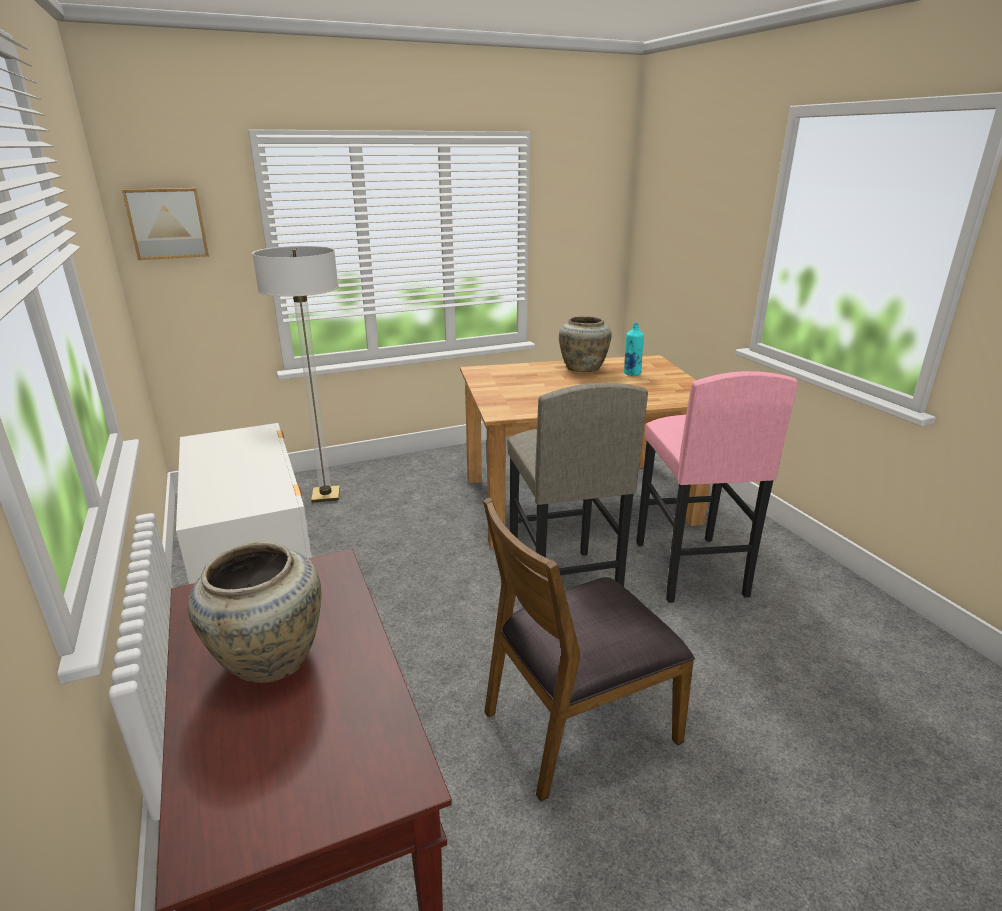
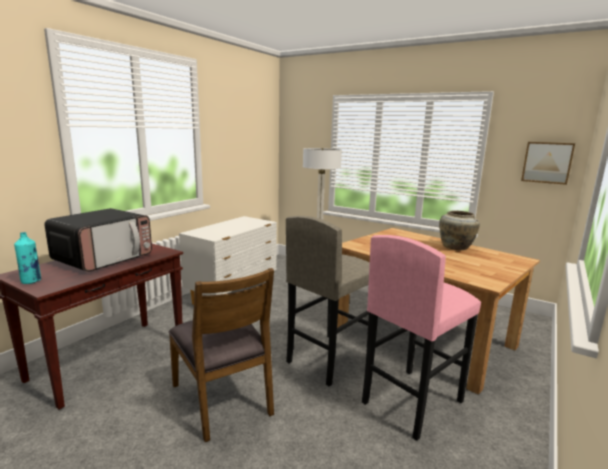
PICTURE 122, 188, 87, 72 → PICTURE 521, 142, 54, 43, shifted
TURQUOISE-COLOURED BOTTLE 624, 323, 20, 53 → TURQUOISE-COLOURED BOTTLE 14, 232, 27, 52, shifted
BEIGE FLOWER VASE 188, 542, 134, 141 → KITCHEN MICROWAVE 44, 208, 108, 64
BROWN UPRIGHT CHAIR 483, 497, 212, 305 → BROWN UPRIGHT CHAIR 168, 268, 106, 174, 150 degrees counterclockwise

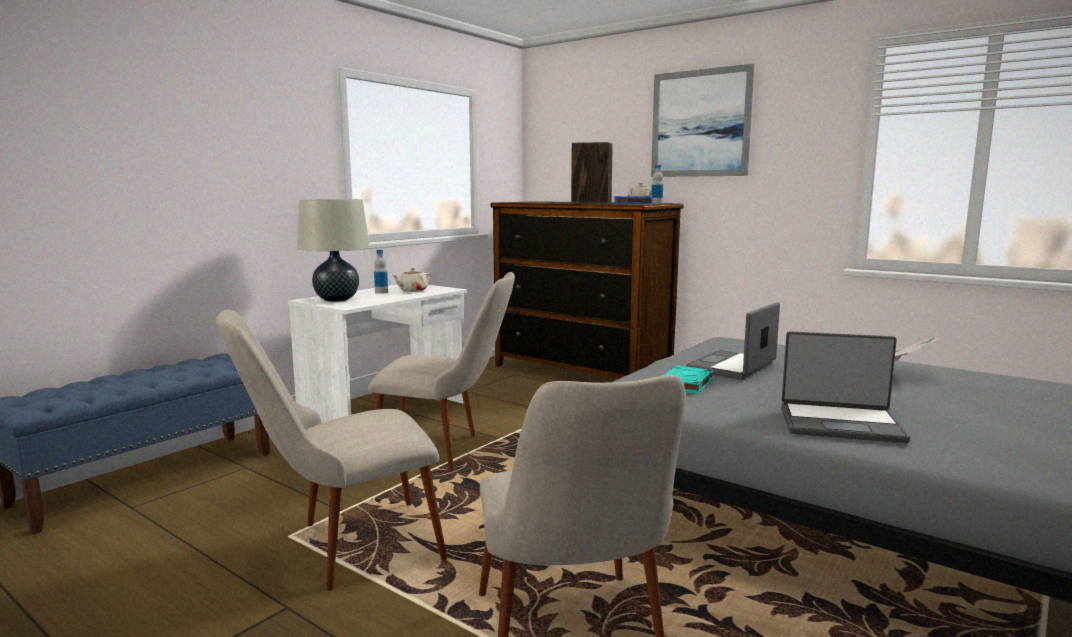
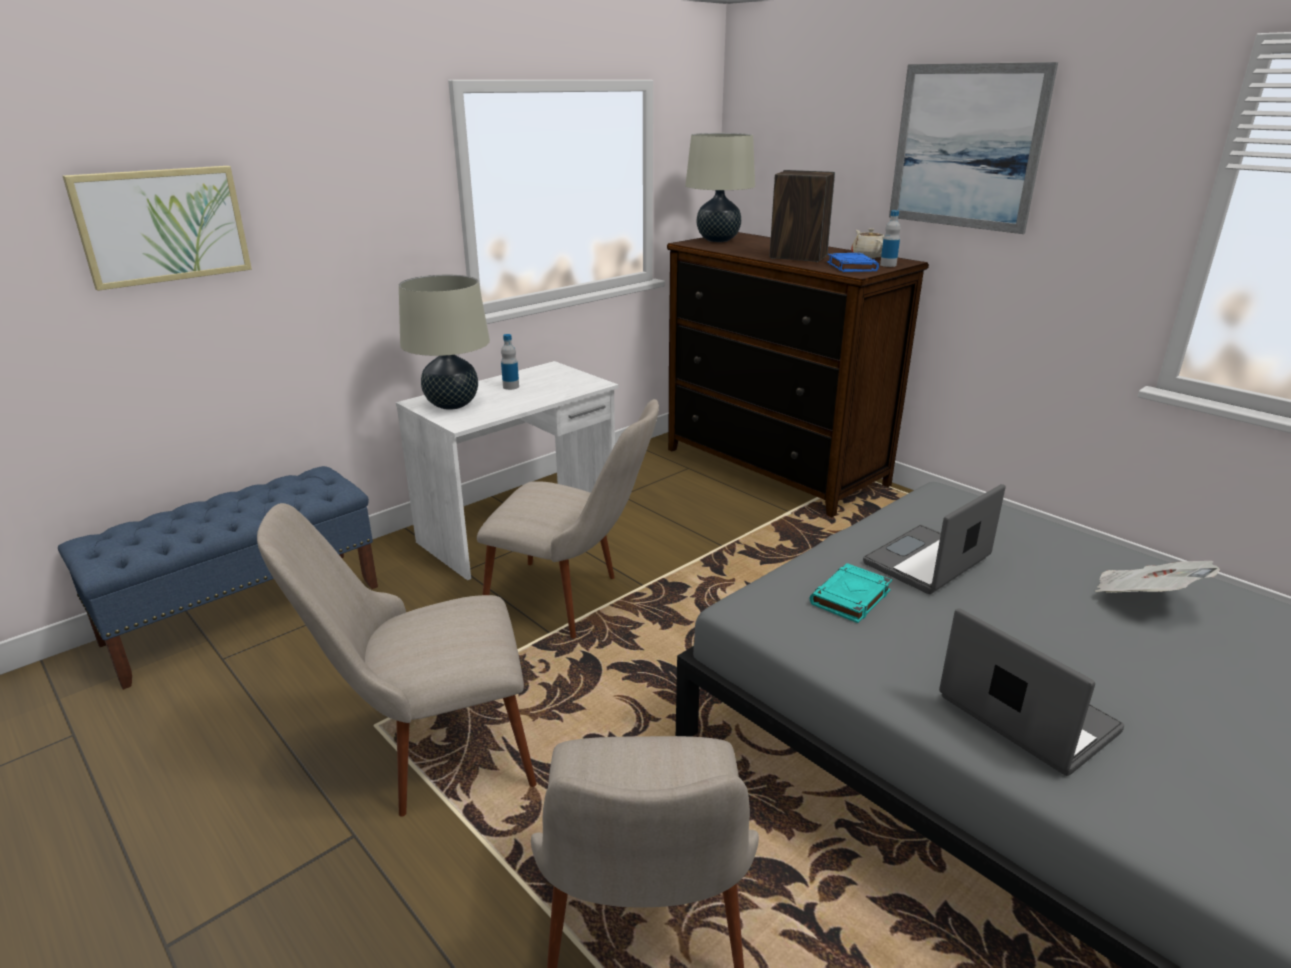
BEIGE TEA POT 392, 268, 39, 24 → -
- → PICTURE 63, 166, 189, 125
- → BEIGE LAMP FOR A TABLE 685, 133, 70, 109
NOTEBOOK COMPUTER 782, 331, 128, 112 → NOTEBOOK COMPUTER 939, 608, 185, 168, 150 degrees counterclockwise

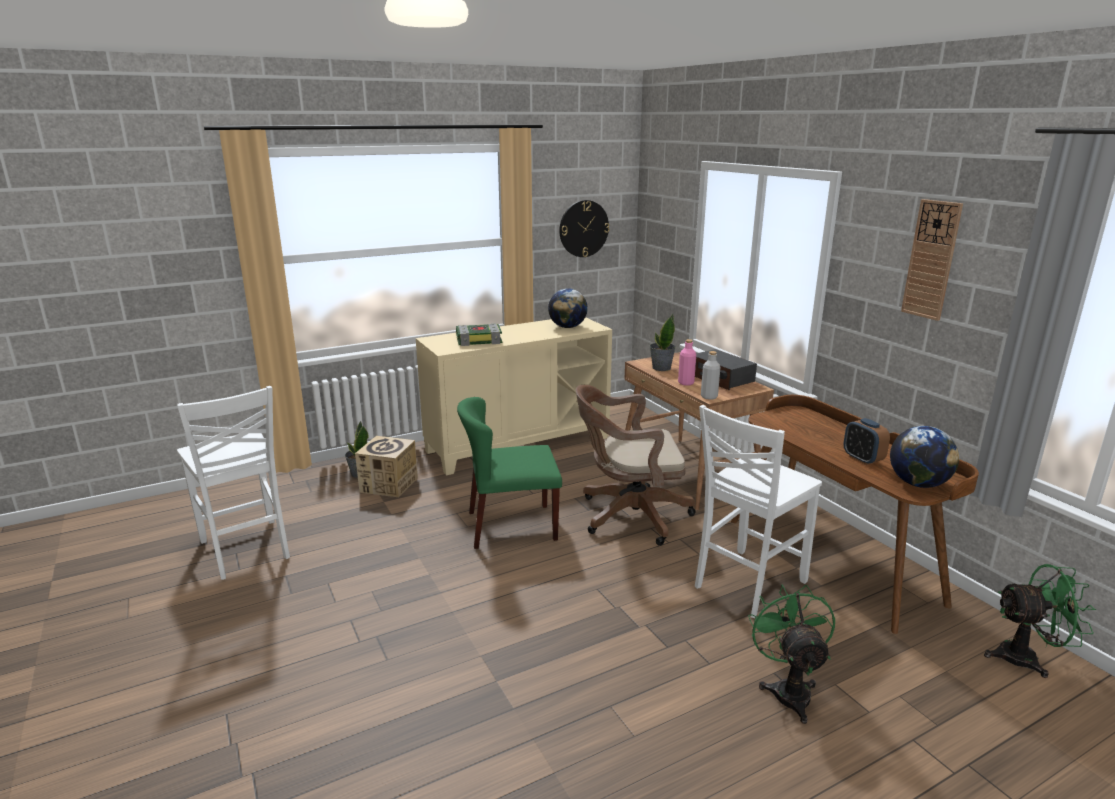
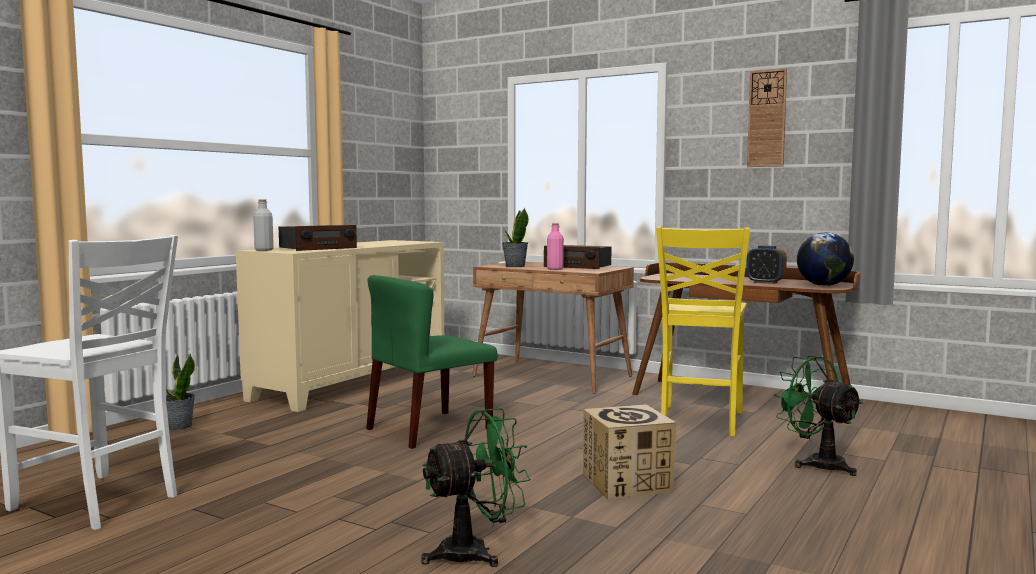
DESK GLOBE 548, 288, 40, 40 → -
HANGING CLOCK 559, 200, 50, 57 → -
BROWN COMPUTER CHAIR 576, 385, 120, 161 → -
CARDBOARD BOX 355, 436, 63, 61 → CARDBOARD BOX 583, 404, 94, 95, shifted
GRAY BOTTLE 701, 351, 19, 49 → GRAY BOTTLE 253, 199, 21, 52, shifted
GREENISH ELECTRIC FAN 984, 564, 112, 114 → GREENISH ELECTRIC FAN 421, 408, 109, 159, shifted
BOOK 456, 324, 46, 22 → RADIO SET 279, 225, 78, 26
WHITE-COLOURED UPRIGHT CHAIR 695, 405, 127, 213 → YELLOW UPRIGHT CHAIR 656, 227, 94, 209

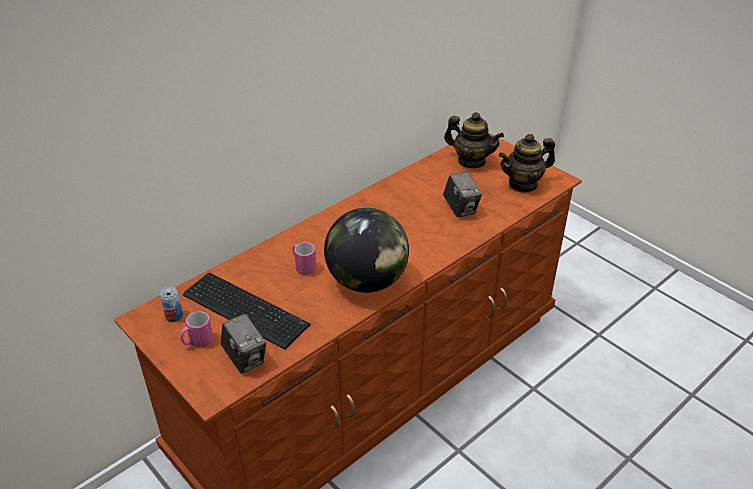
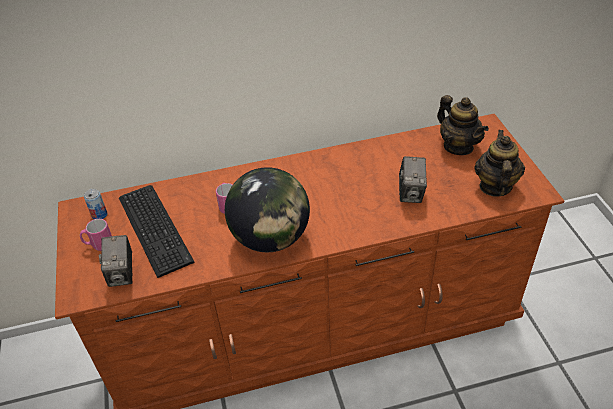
TEA POT 499, 134, 56, 59 → TEA POT 475, 130, 50, 67, 90 degrees clockwise

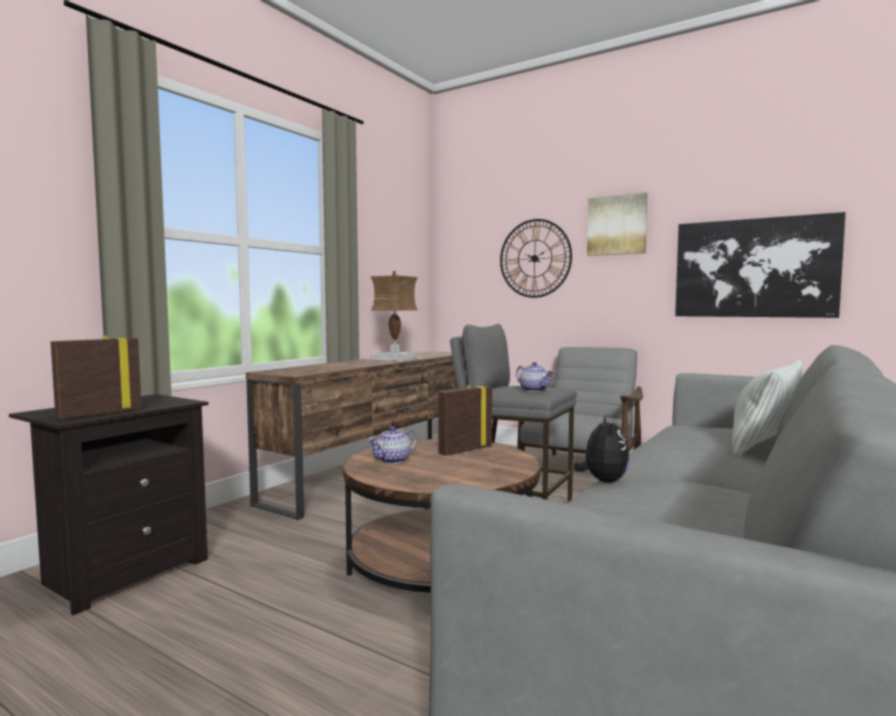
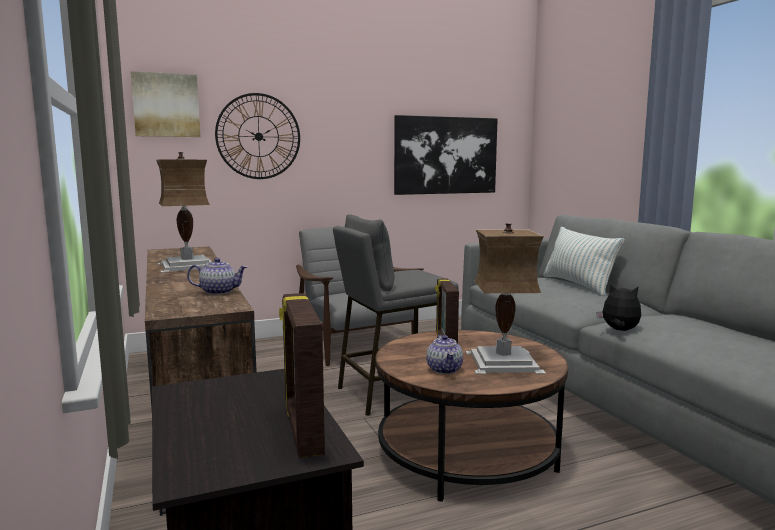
- → LAMP FOR A TABLE 465, 223, 81, 152
TEA POT 516, 362, 38, 30 → TEA POT 187, 258, 60, 37, shifted
PICTURE 587, 192, 60, 64 → PICTURE 131, 71, 69, 66, shifted

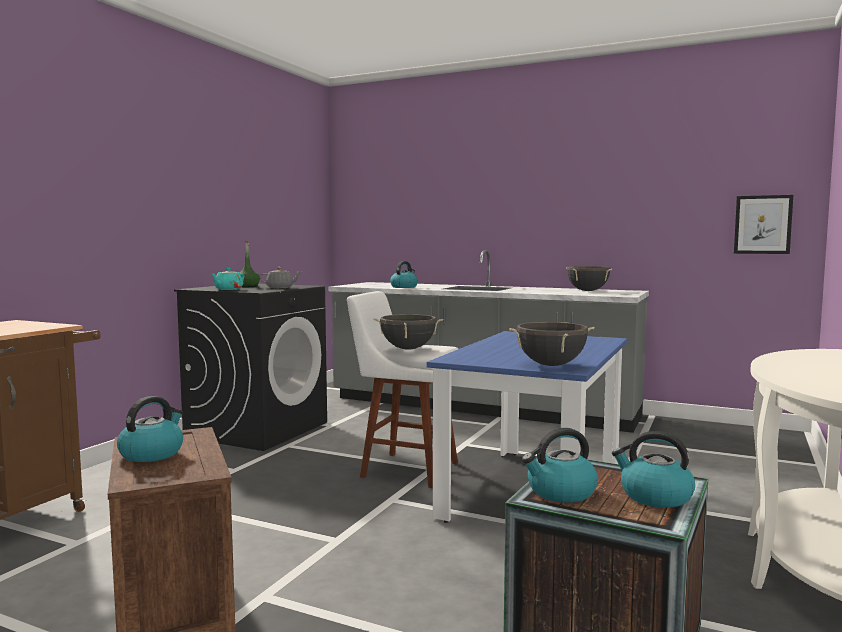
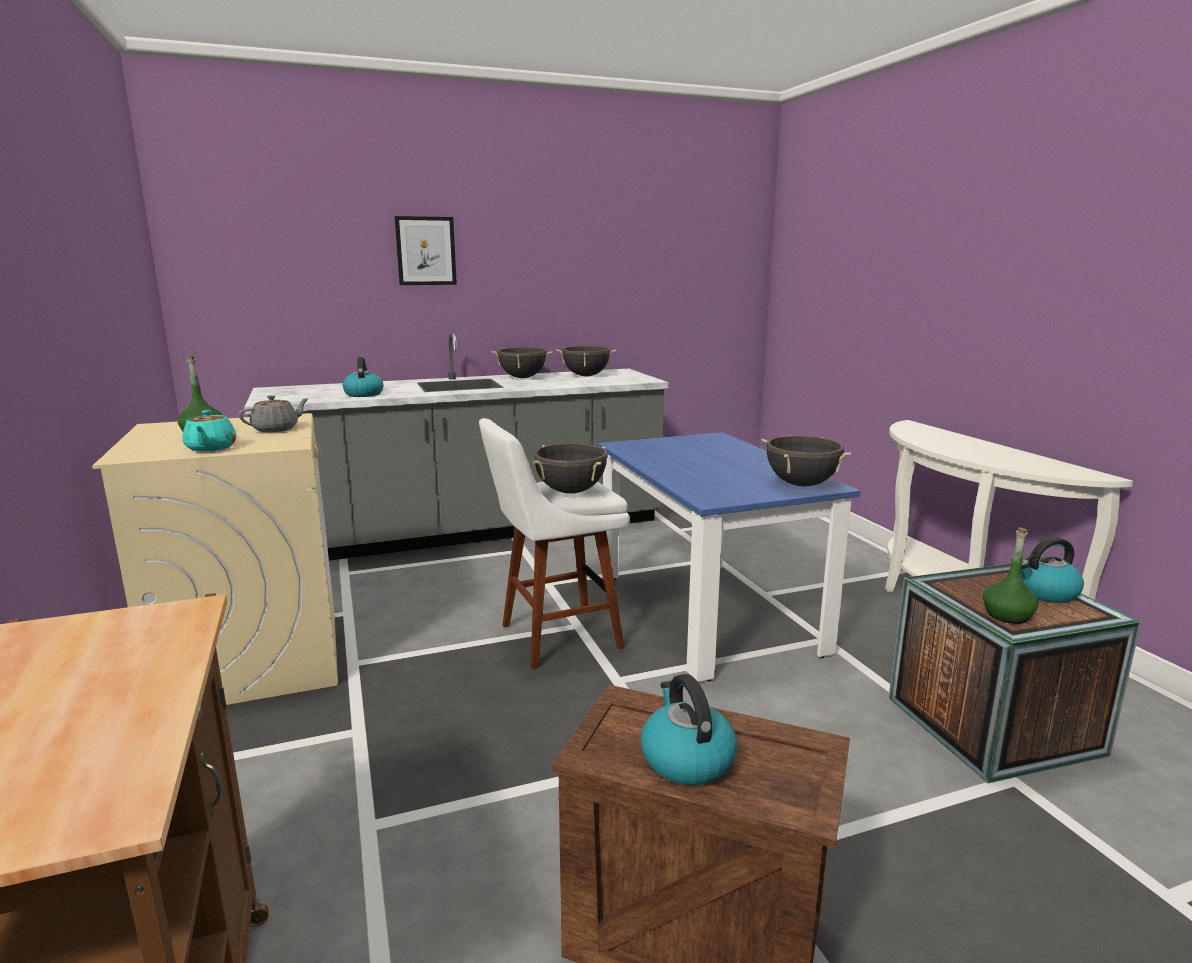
- → BLACK-COLOURED COOKING POT 492, 347, 61, 31
PICTURE 734, 195, 59, 59 → PICTURE 395, 216, 62, 69, shifted
KETTLE 522, 428, 76, 75 → GREENISH BOTTLE 983, 527, 56, 97
BLACK-COLOURED LAUNDRY MACHINE 174, 284, 153, 167 → BEIGE LAUNDRY MACHINE 92, 413, 246, 292

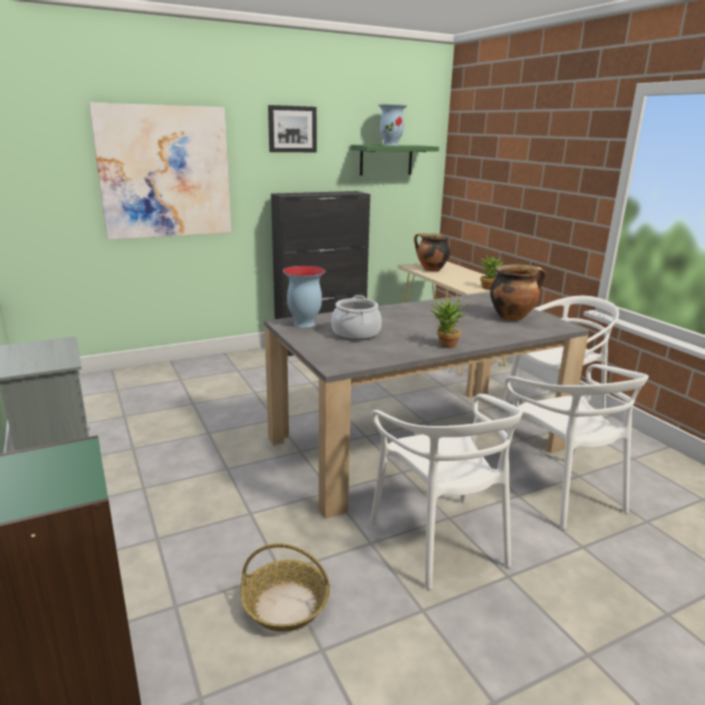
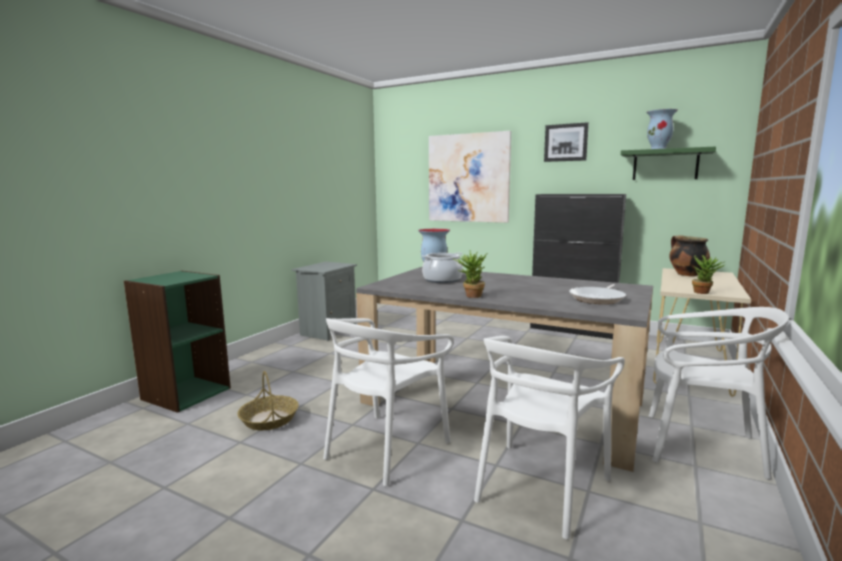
COOKING POT 490, 264, 56, 57 → PAN 569, 284, 57, 20

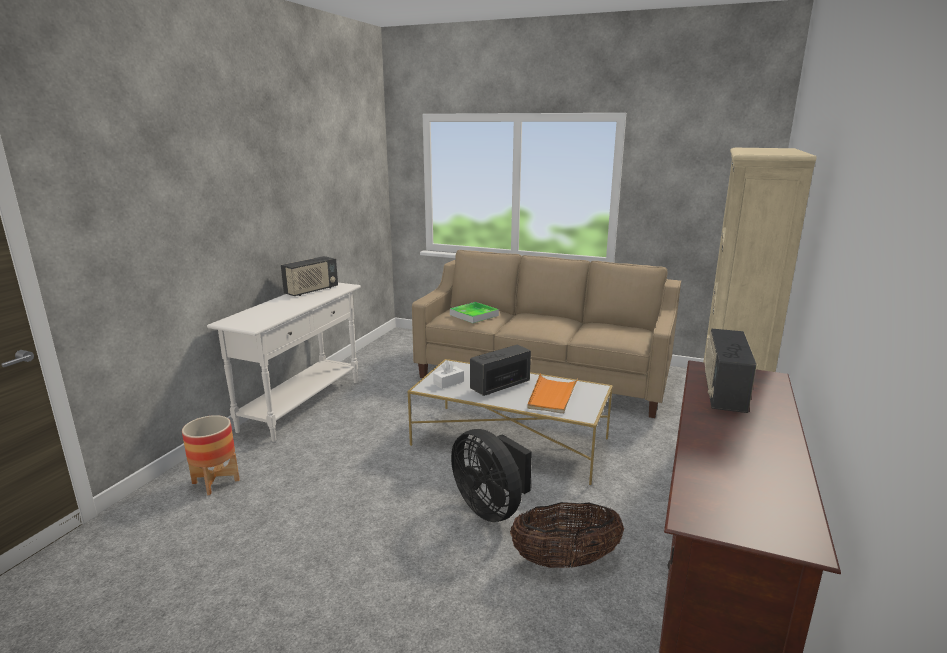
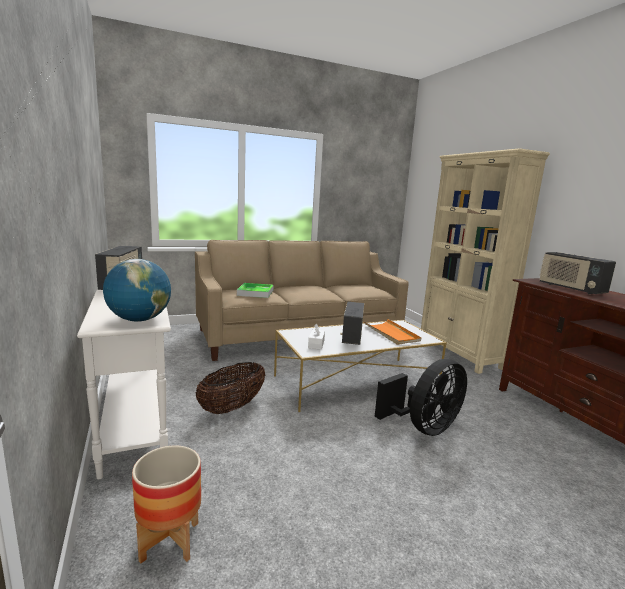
- → DESK GLOBE 103, 259, 68, 63
HOUSEHOLD BASKET 510, 502, 114, 66 → HOUSEHOLD BASKET 196, 362, 69, 52, shifted
BLACK-COLOURED ELECTRIC FAN 451, 429, 81, 93 → BLACK-COLOURED ELECTRIC FAN 375, 359, 92, 77, 45 degrees counterclockwise

